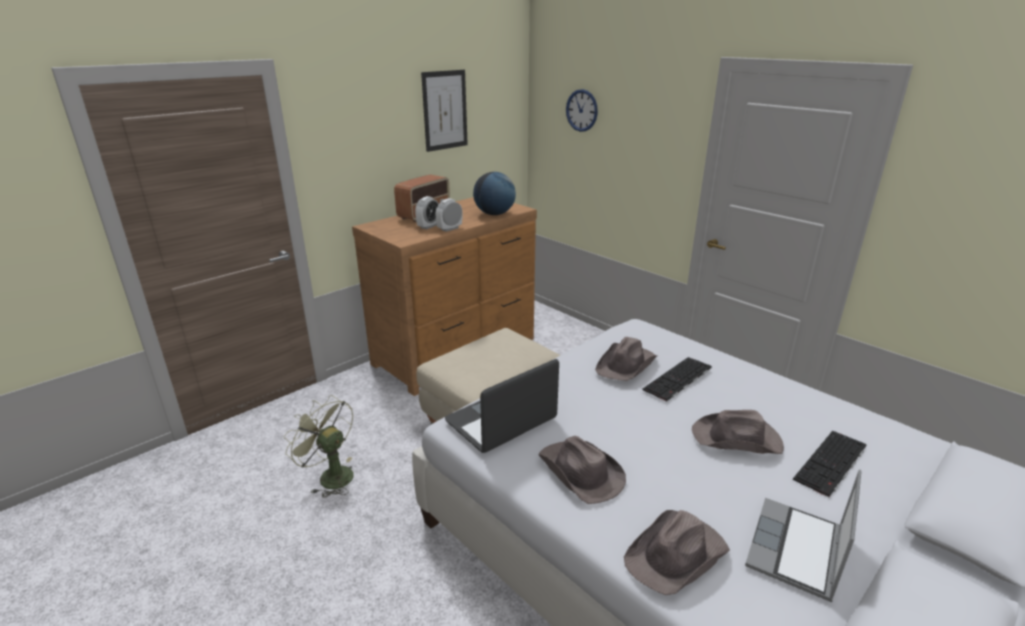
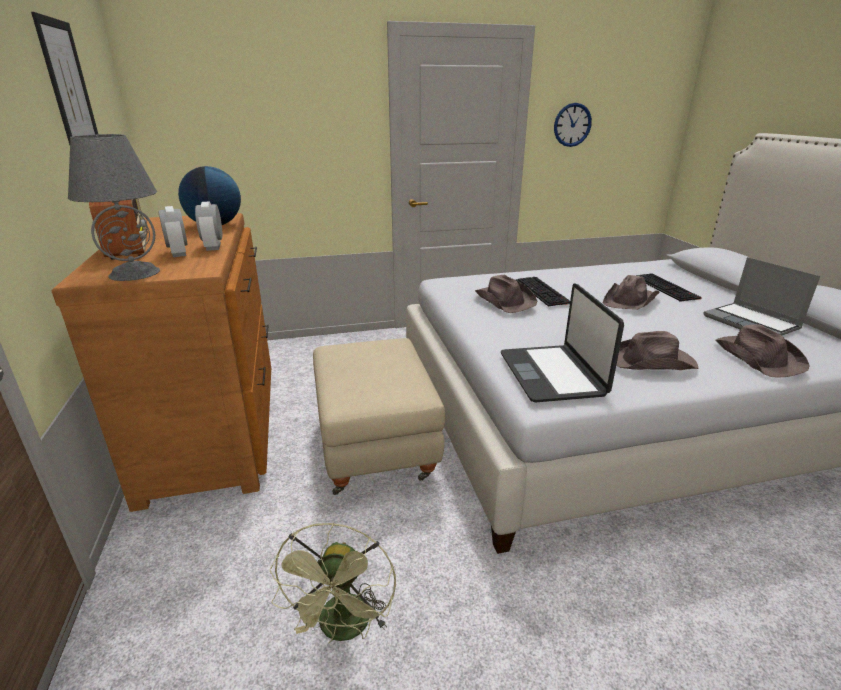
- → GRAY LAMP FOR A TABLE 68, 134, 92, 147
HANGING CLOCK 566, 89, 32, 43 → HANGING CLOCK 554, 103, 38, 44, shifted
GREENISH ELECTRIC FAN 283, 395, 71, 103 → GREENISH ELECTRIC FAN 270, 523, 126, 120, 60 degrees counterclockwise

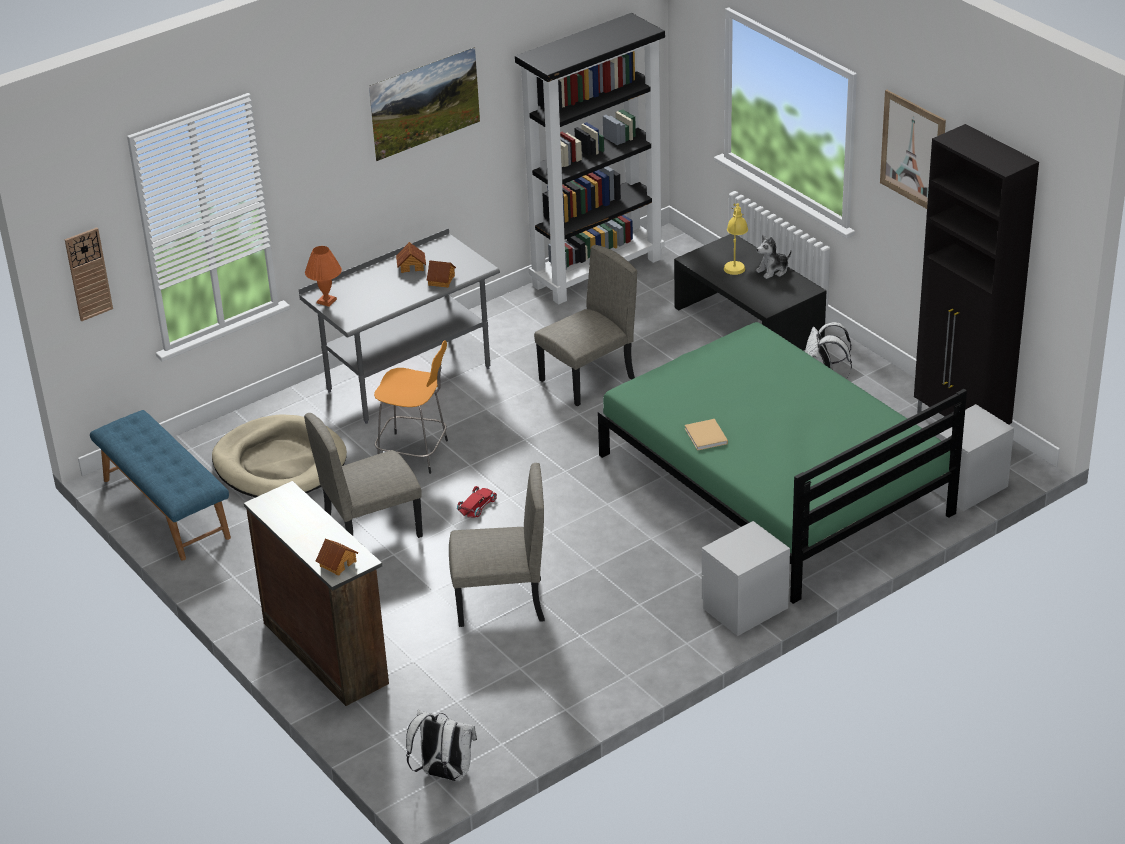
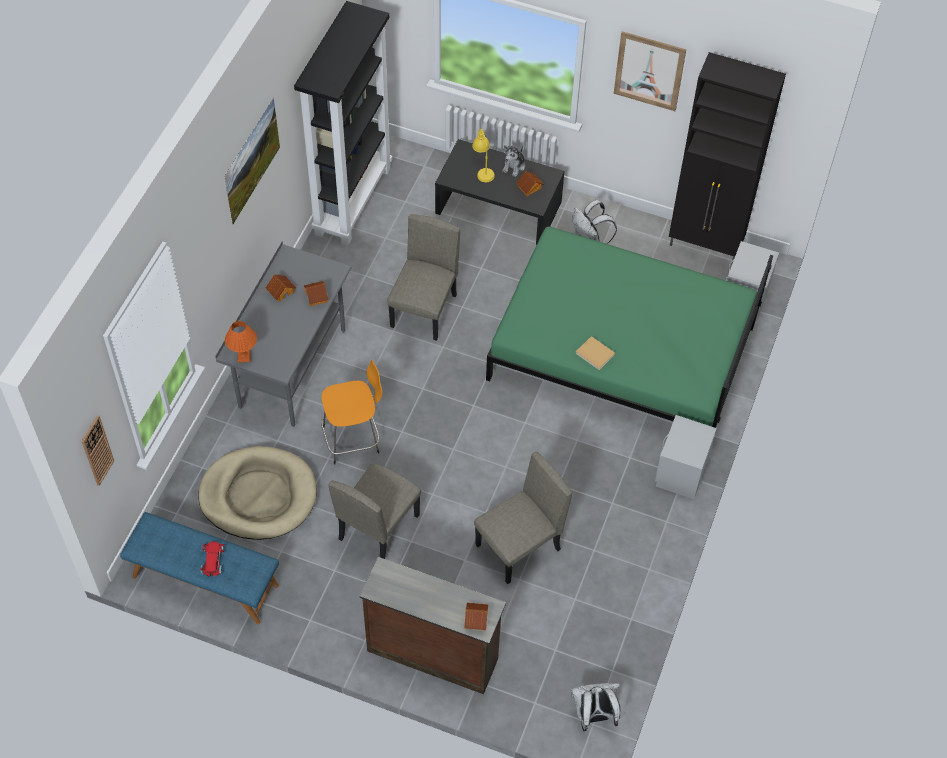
- → MINIATURE HOUSE 516, 171, 28, 26
RED-COLOURED MODEL CAR 457, 486, 40, 32 → RED-COLOURED MODEL CAR 201, 542, 23, 35, shifted

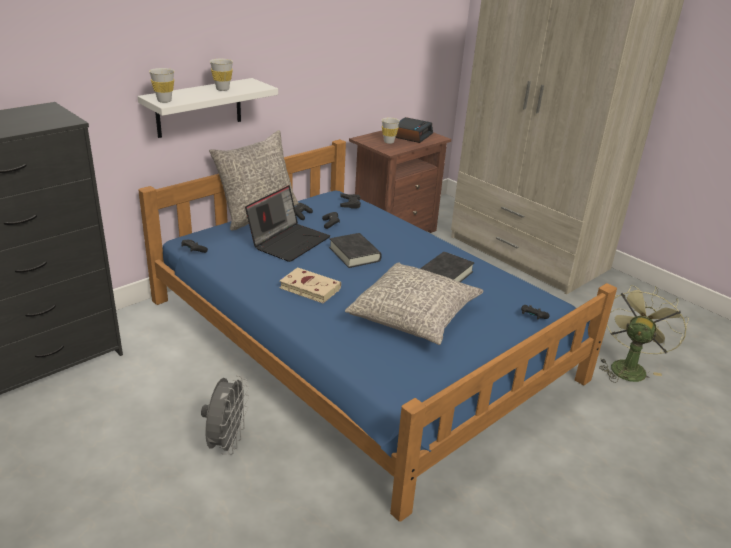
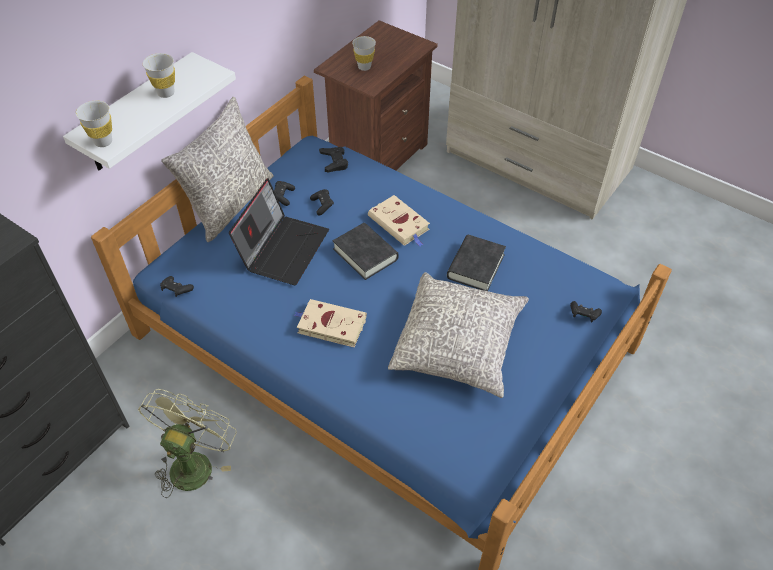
GRAY ELECTRIC FAN 201, 375, 48, 80 → -
ALARM CLOCK 395, 117, 38, 26 → -
- → BEIGE BOOK 368, 195, 62, 52
GREENISH ELECTRIC FAN 599, 285, 90, 98 → GREENISH ELECTRIC FAN 138, 389, 99, 109, shifted

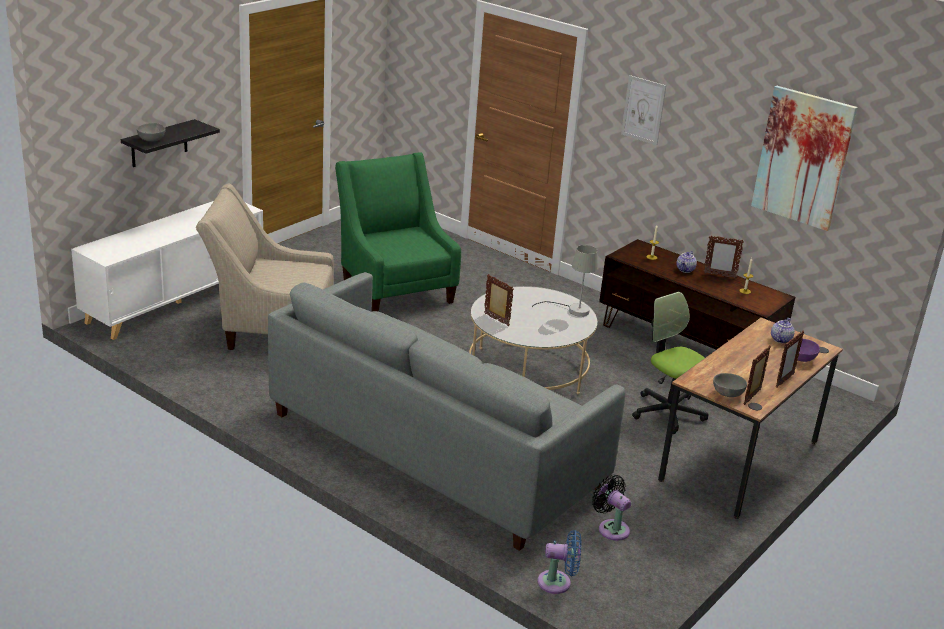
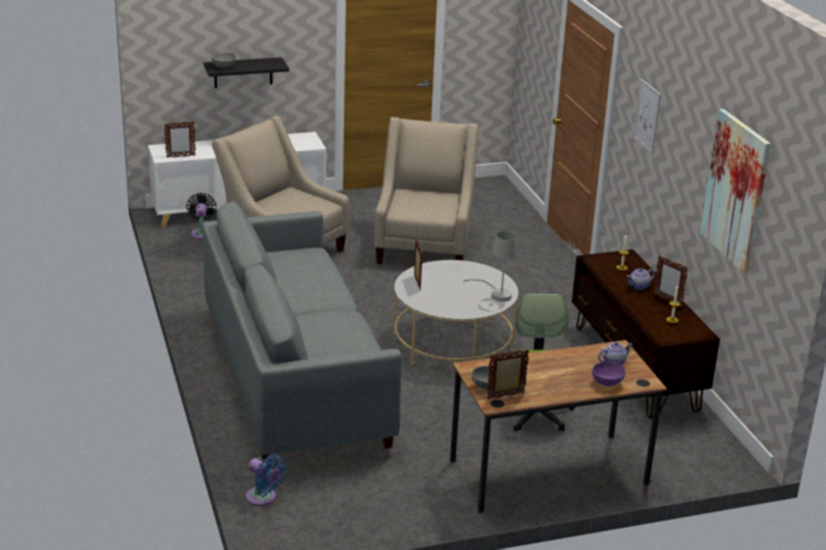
BLACK-COLOURED ELECTRIC FAN 592, 475, 39, 66 → BLACK-COLOURED ELECTRIC FAN 186, 193, 31, 46, shifted
PICTURE FRAME 776, 330, 28, 58 → PICTURE FRAME 164, 121, 32, 37, shifted
GREENISH EASY CHAIR 335, 152, 126, 160 → BEIGE EASY CHAIR 374, 117, 104, 147

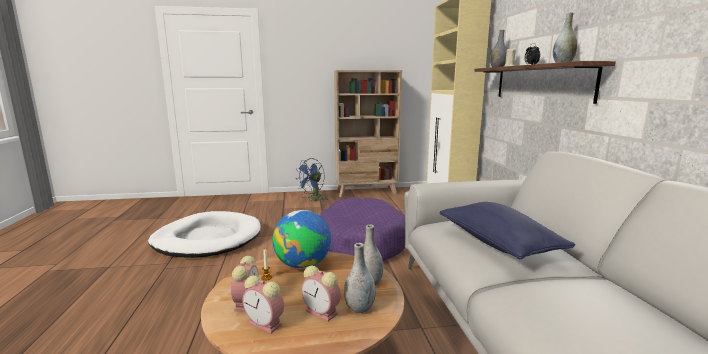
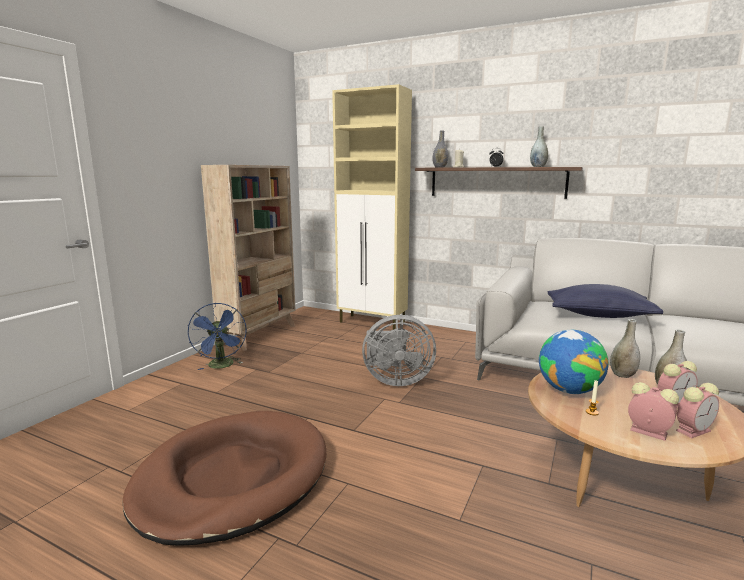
PURPLISH PET BED 320, 197, 85, 64 → GRAY ELECTRIC FAN 362, 315, 74, 71
WHITE-COLOURED PET BED 148, 211, 113, 47 → BROWN PET BED 123, 411, 203, 135

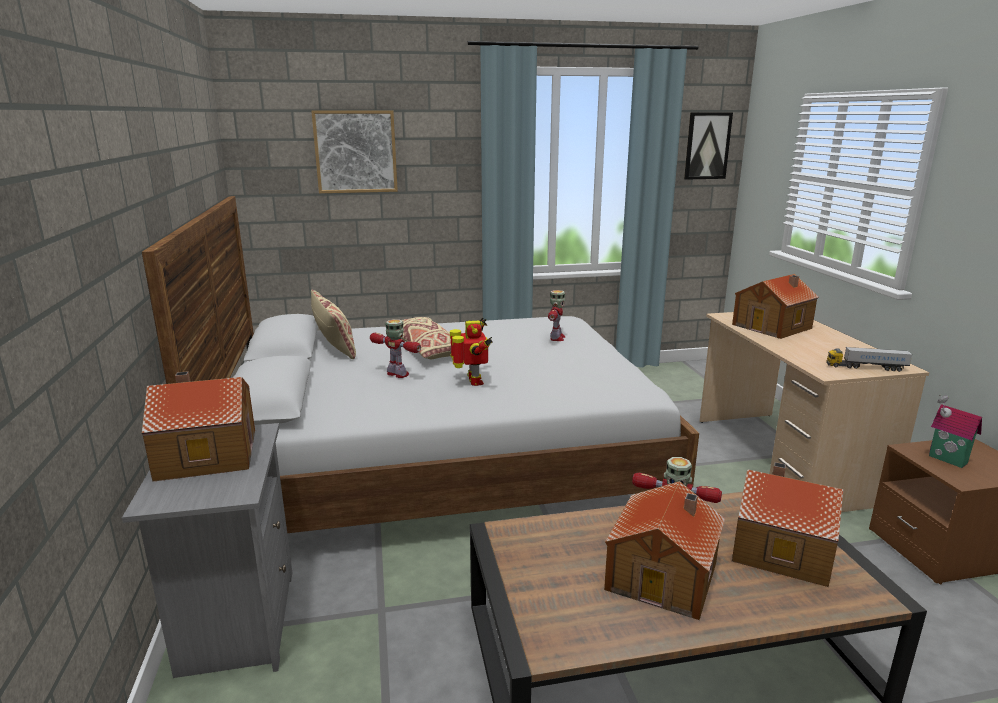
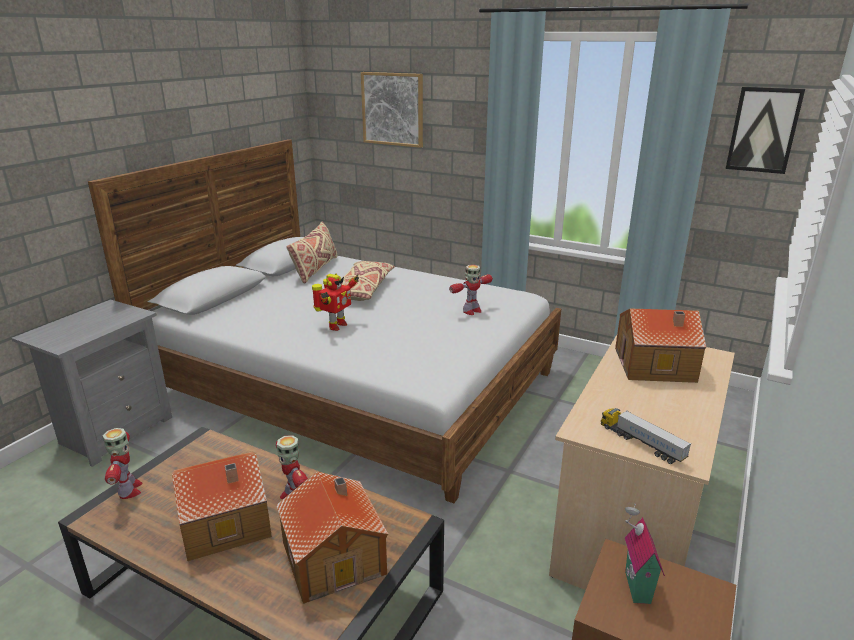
MINIATURE HOUSE 142, 371, 113, 111 → -
TOY ROBOT 370, 319, 51, 59 → TOY ROBOT 102, 428, 41, 71, shifted

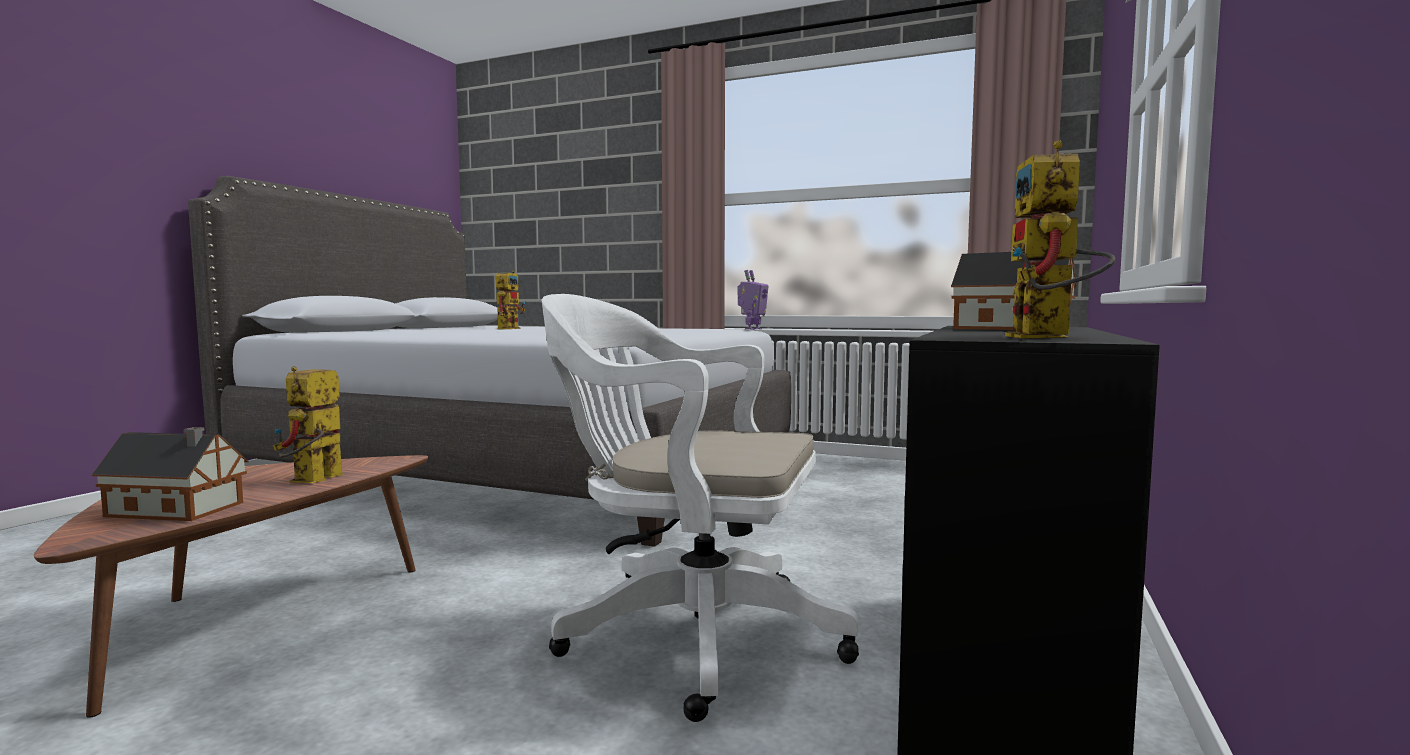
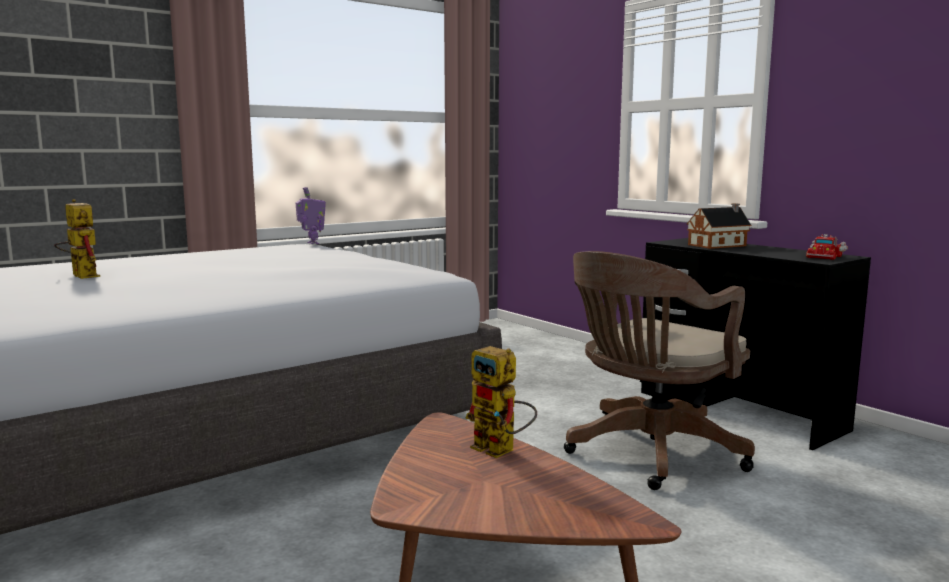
MINIATURE HOUSE 92, 427, 156, 94 → -
TOY ROBOT 1005, 140, 110, 199 → MODEL TRUCK 806, 234, 42, 26
WHITE-COLOURED COMPUTER CHAIR 542, 294, 317, 428 → BROWN COMPUTER CHAIR 564, 251, 191, 239

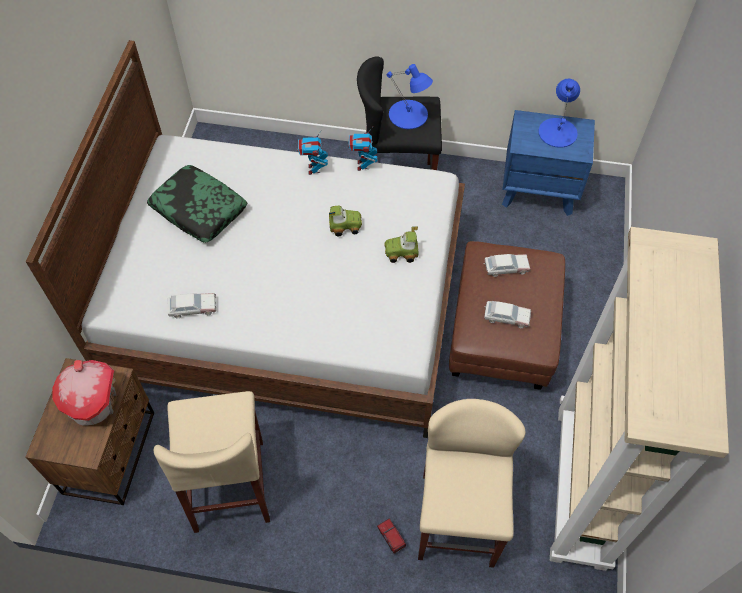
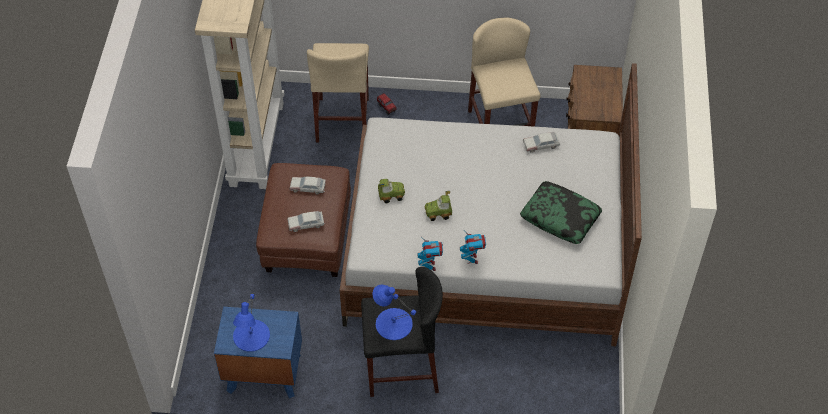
MINIATURE HOUSE 52, 360, 64, 66 → -

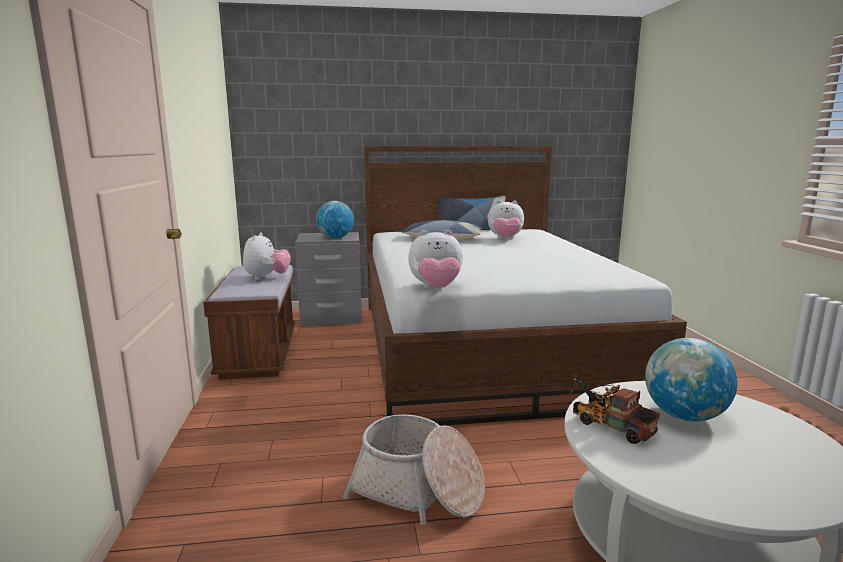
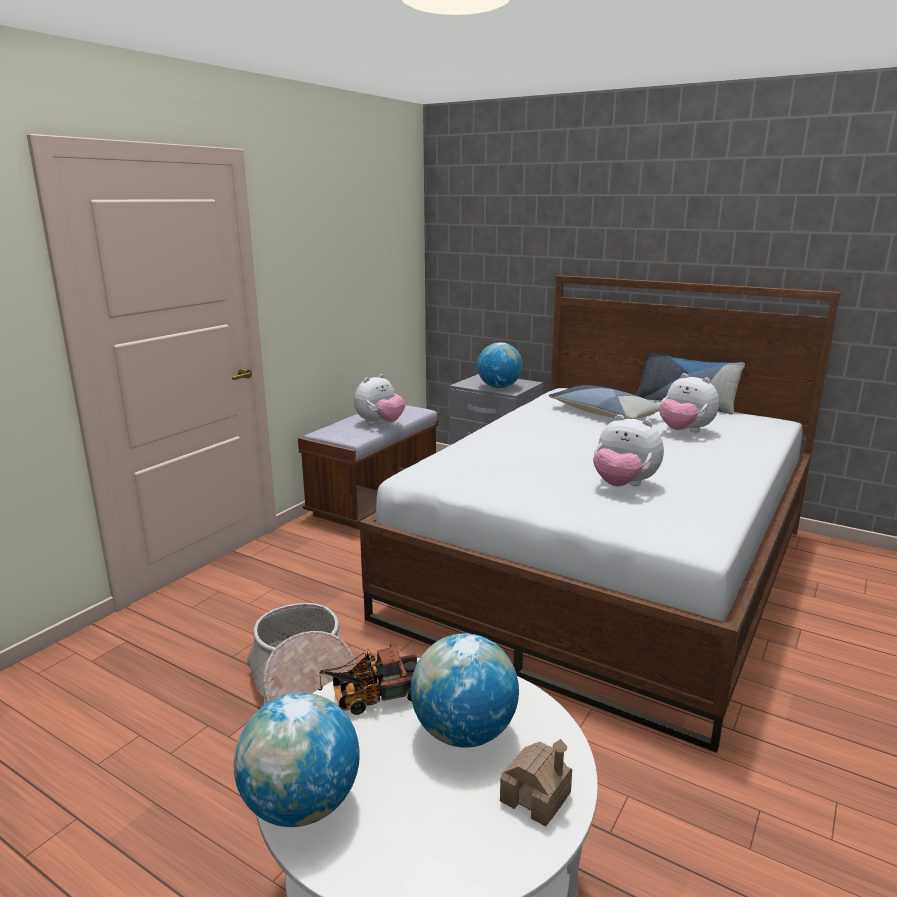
- → DESK GLOBE 234, 693, 126, 134
- → MINIATURE HOUSE 500, 739, 72, 88
CUDDLY TOY 408, 230, 55, 58 → CUDDLY TOY 593, 415, 71, 72, shifted
MODEL TRUCK 569, 377, 91, 67 → MODEL TRUCK 318, 643, 100, 72, 105 degrees counterclockwise

